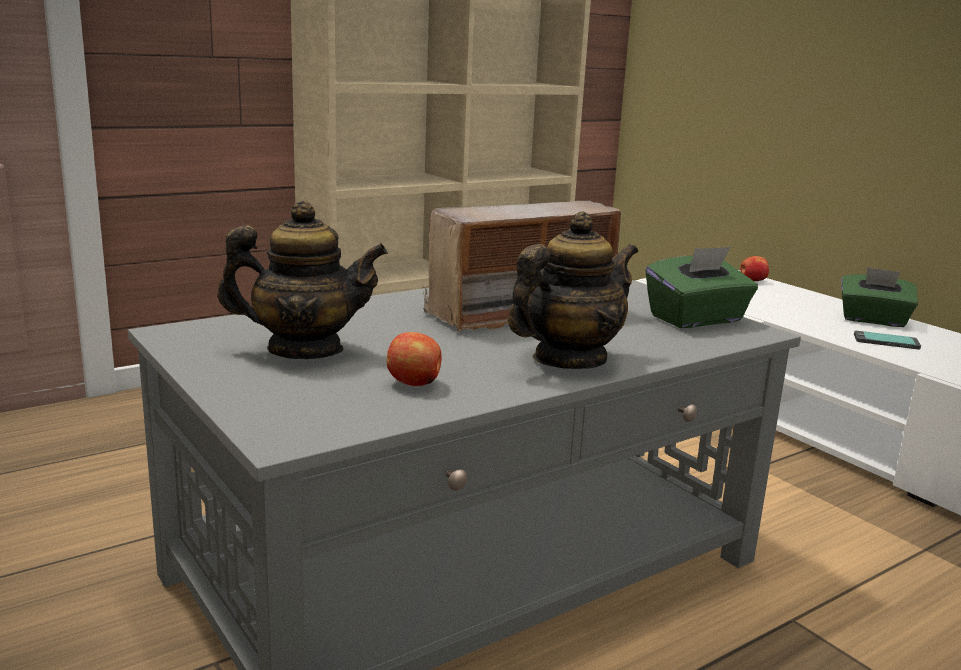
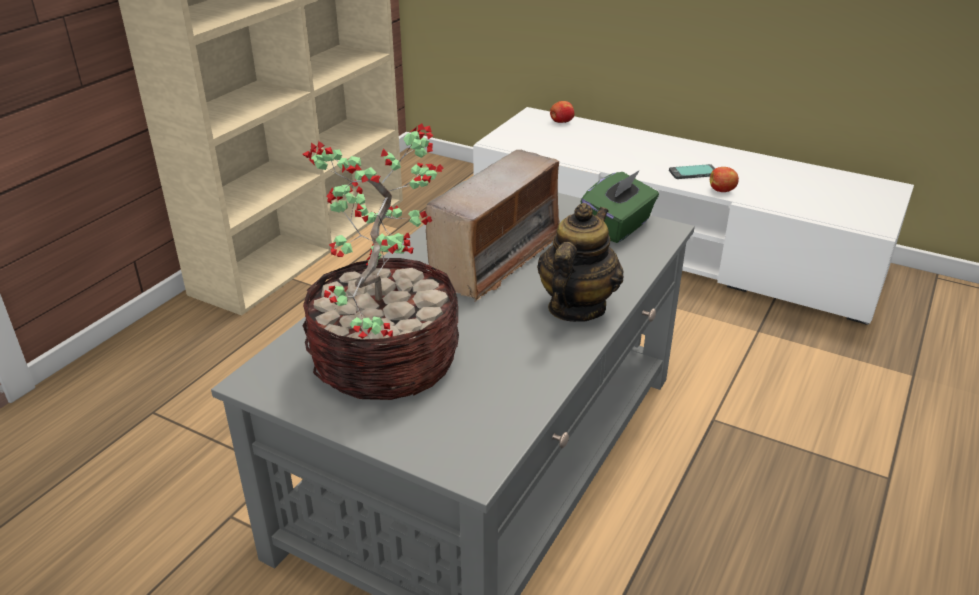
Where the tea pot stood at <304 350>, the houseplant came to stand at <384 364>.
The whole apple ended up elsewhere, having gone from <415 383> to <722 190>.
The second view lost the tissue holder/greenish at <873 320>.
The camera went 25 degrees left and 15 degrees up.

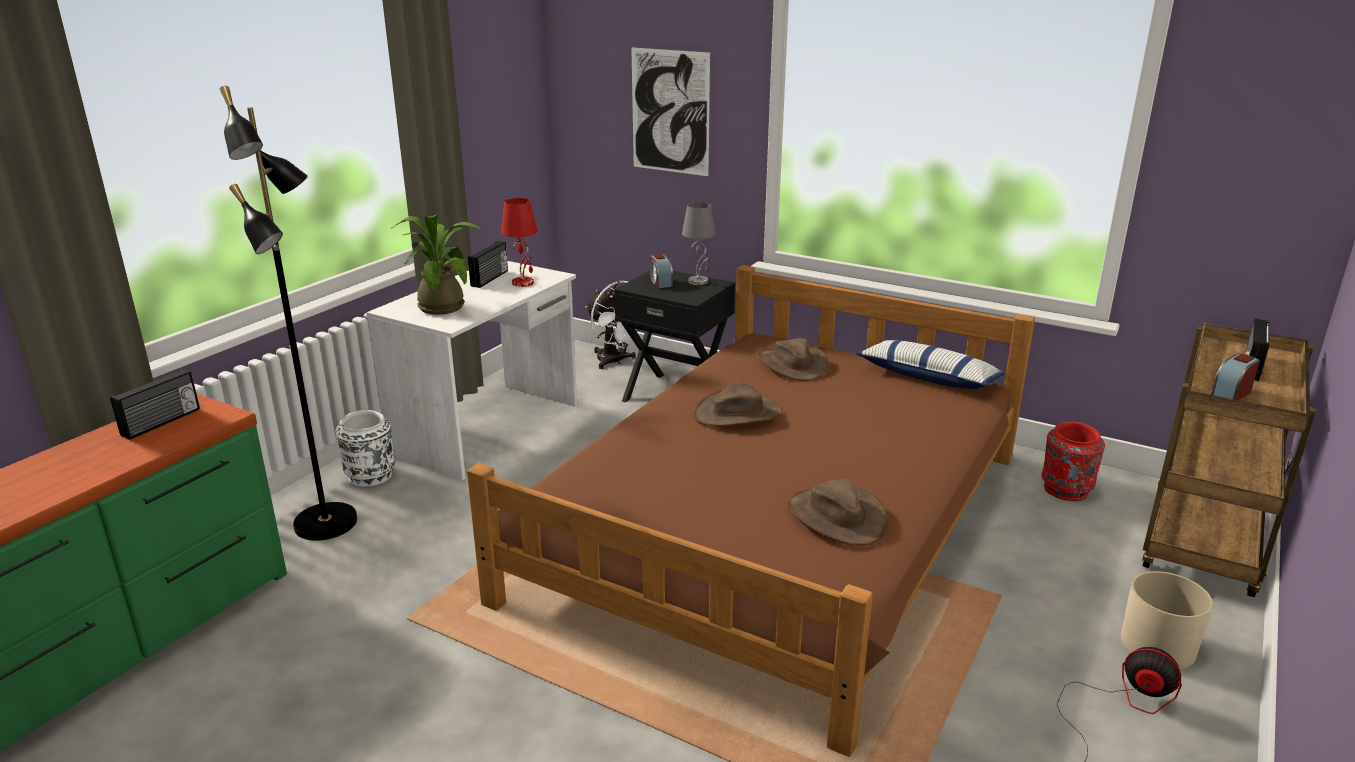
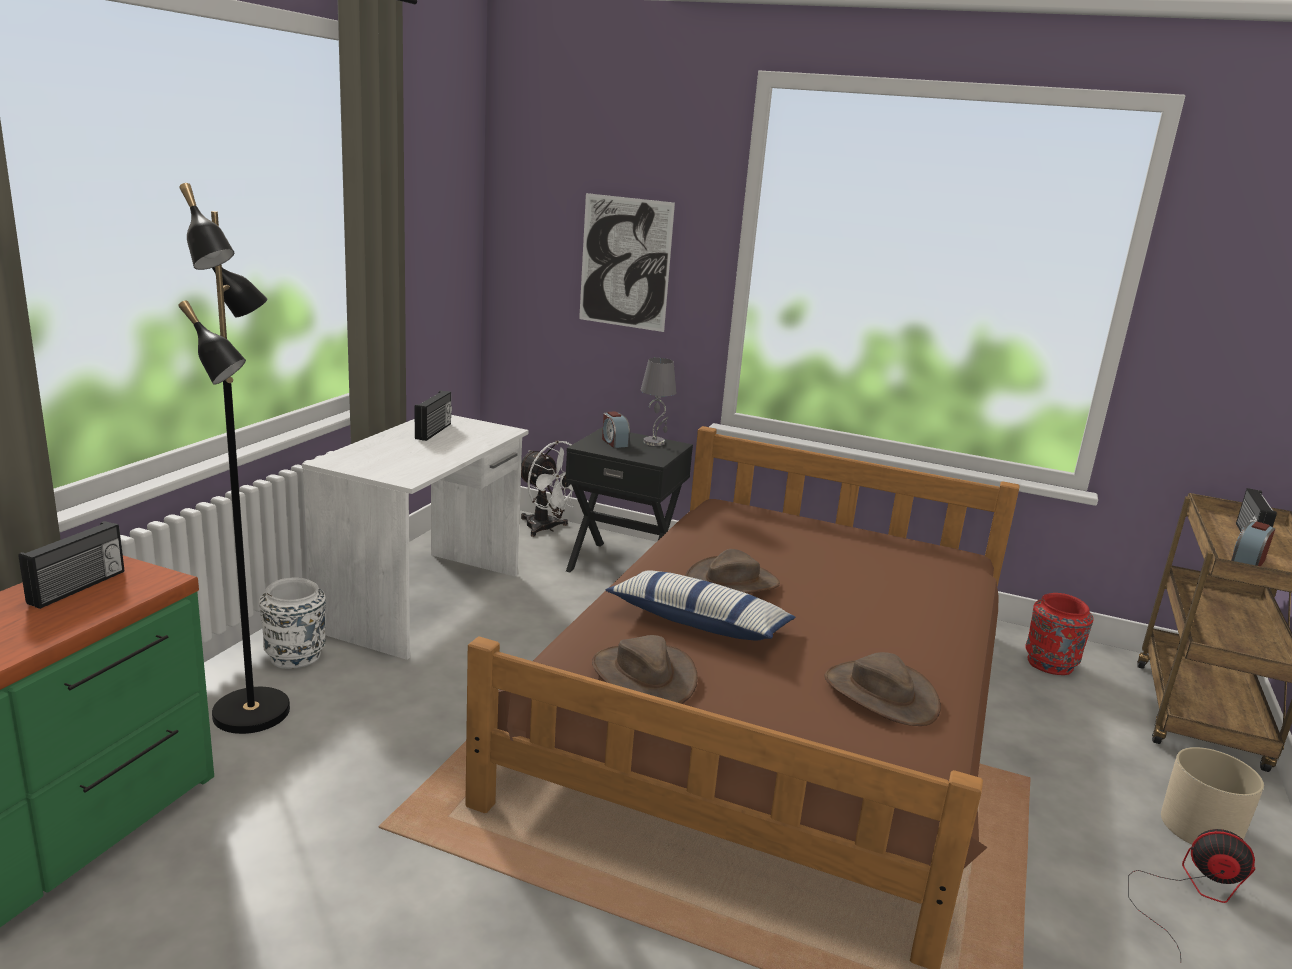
The clothing hat/brownish ended up elsewhere, having gone from <792 364> to <643 676>.
The throw pillow ended up elsewhere, having gone from <928 378> to <699 622>.
The second view lost the houseplant at <443 305>.
The second view lost the table lamp/red at <523 283>.
The camera went 10 degrees left and 5 degrees down.

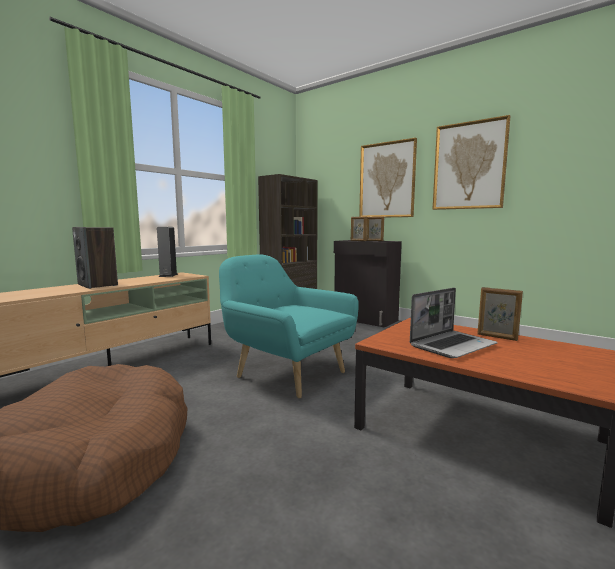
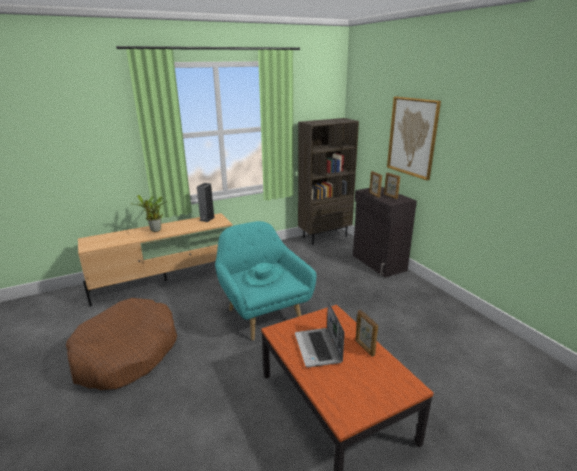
Where the audio speaker stood at <98 285>, the houseplant came to stand at <155 231>.
The second view gained the clothing hat/blue-green at <265 276>.
The notebook computer at <452 345> ended up facing another way, 90 degrees clockwise from before.
The second view lost the wall art at <469 166>.
The camera went 25 degrees right and 15 degrees up.

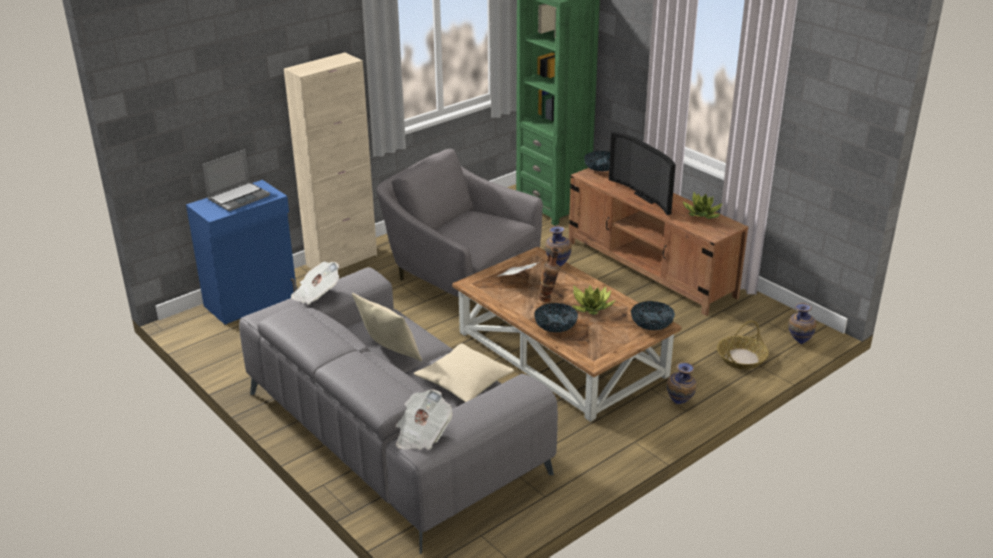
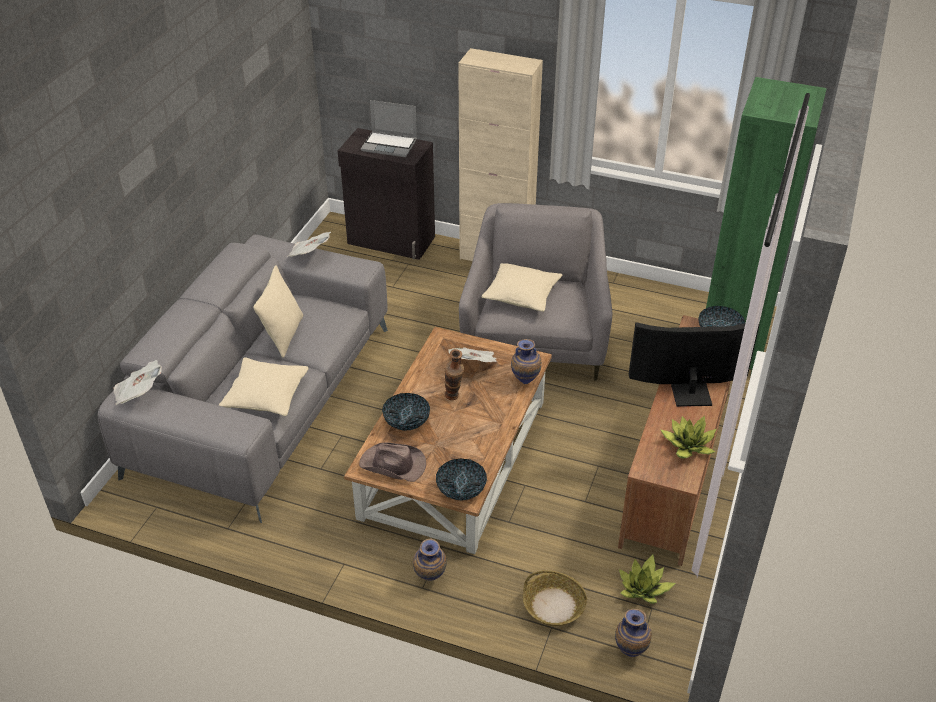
What was the cupboard/bluish at <252 301> turned into the cupboard/black-coloured at <391 241>.
The second view gained the clothing hat/brownish at <393 465>.
The second view gained the throw pillow/beige at <522 295>.
The houseplant ended up elsewhere, having gone from <591 307> to <643 588>.
The television at <648 196> ended up facing another way, 60 degrees clockwise from before.
The camera went 60 degrees right and 10 degrees up.

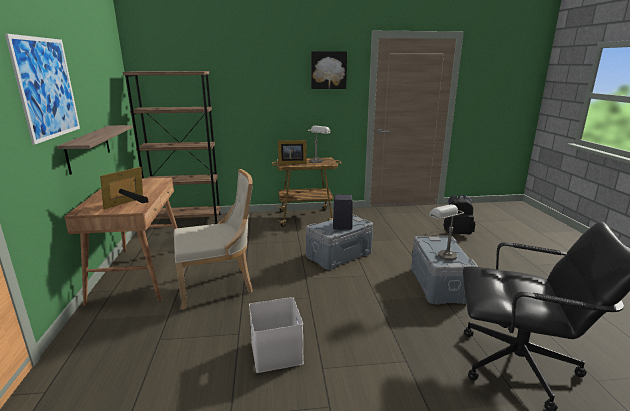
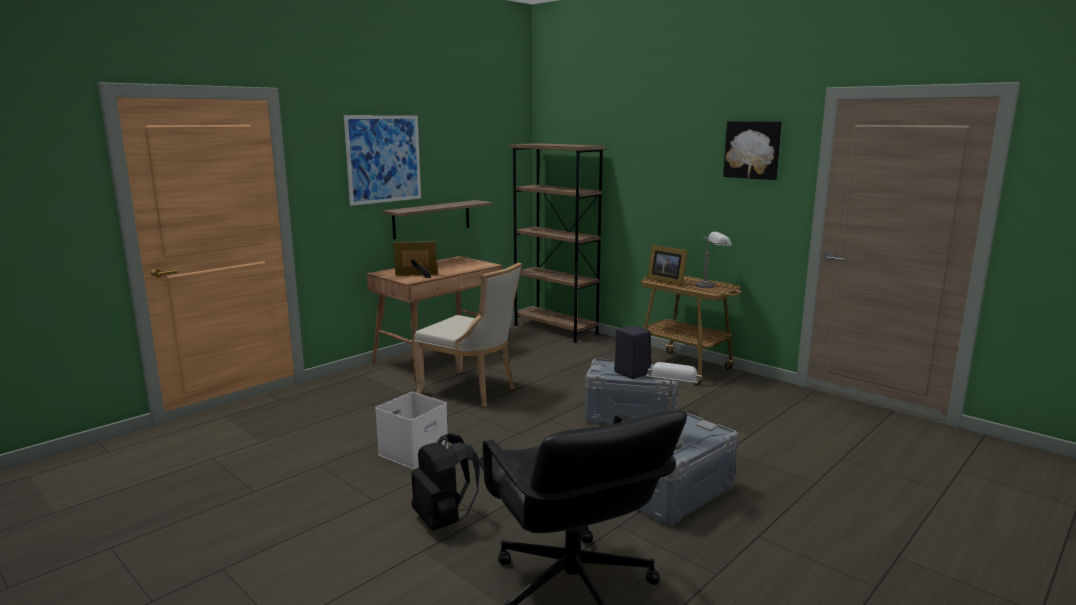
The rucksack/black-coloured ended up elsewhere, having gone from <457 233> to <444 520>.
The camera went 50 degrees right and 5 degrees down.

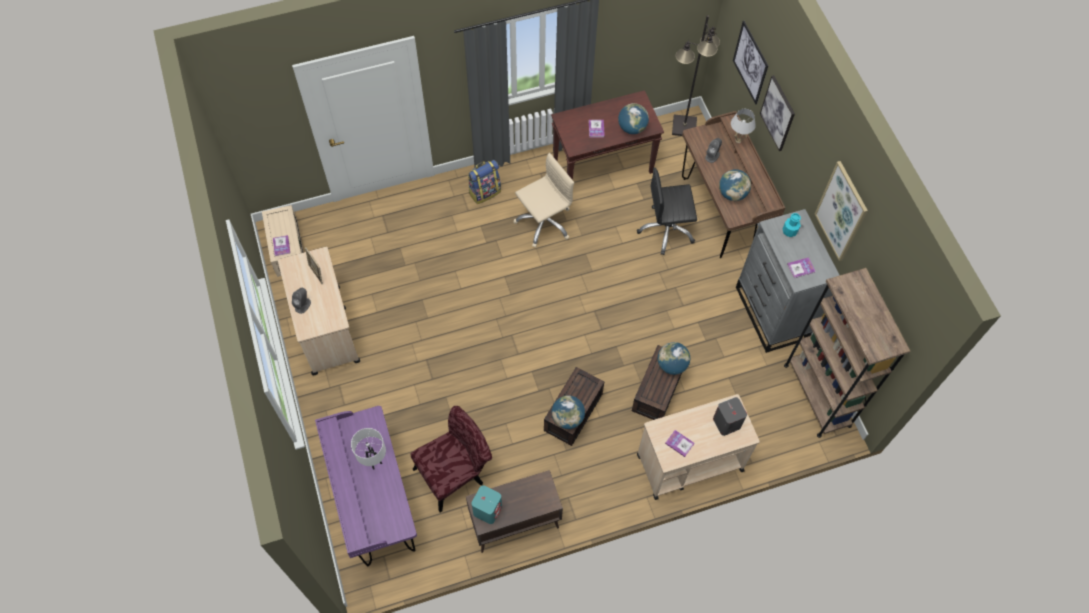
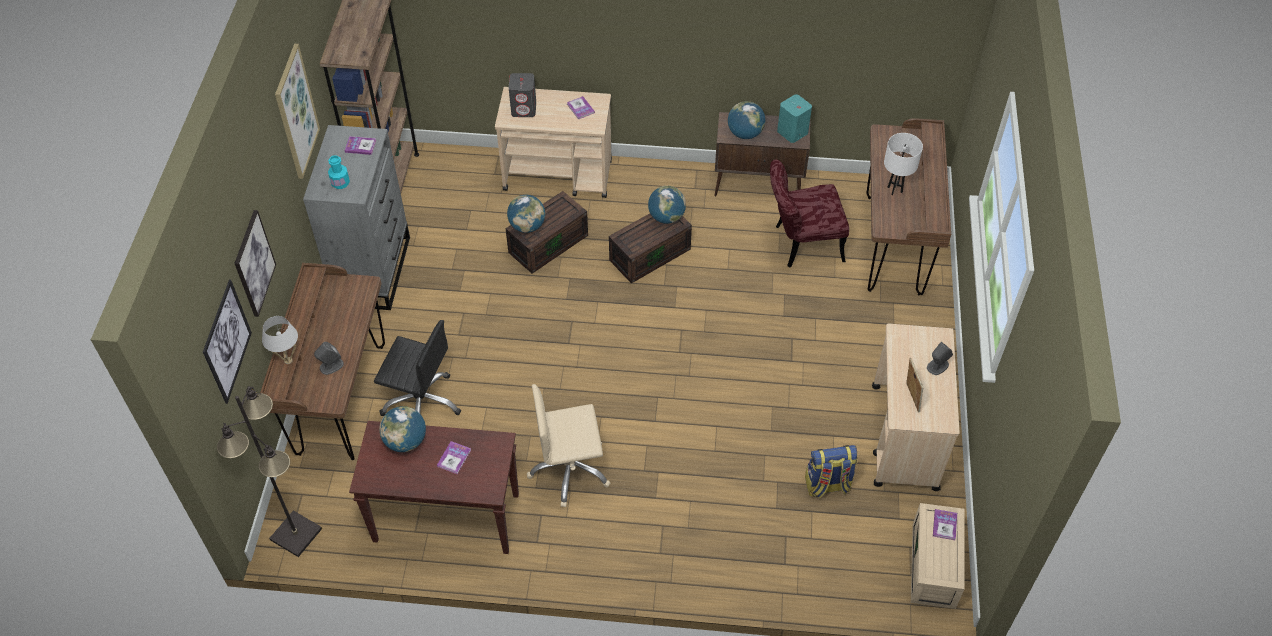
The globe ended up elsewhere, having gone from <732 193> to <745 133>.
The rucksack ended up elsewhere, having gone from <484 192> to <827 485>.
What was the desk/purple at <376 504> turned into the desk/brownish at <894 245>.
The camera went 155 degrees left and 10 degrees down.

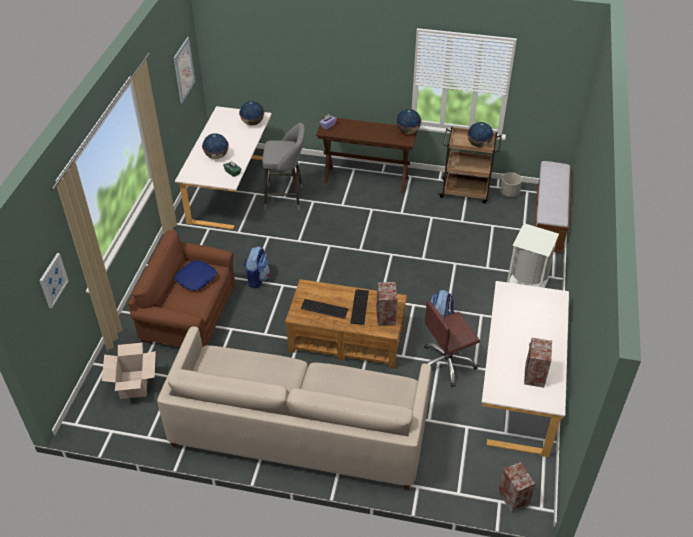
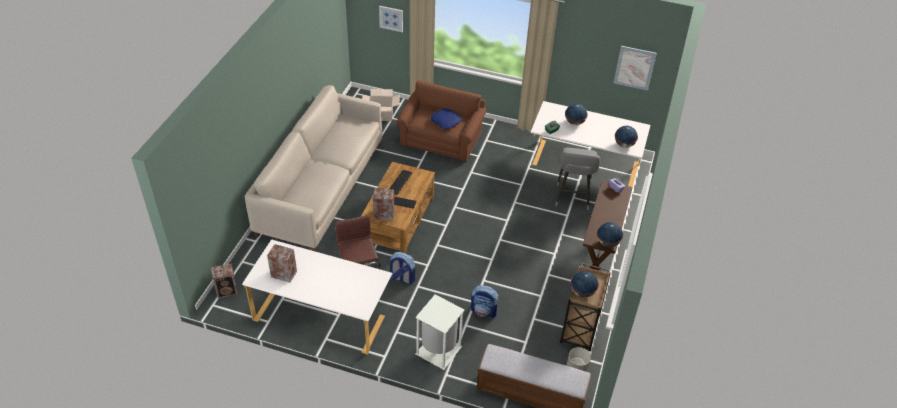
The rucksack ended up elsewhere, having gone from <257 278> to <484 311>.
The camera went 95 degrees right and 0 degrees up.

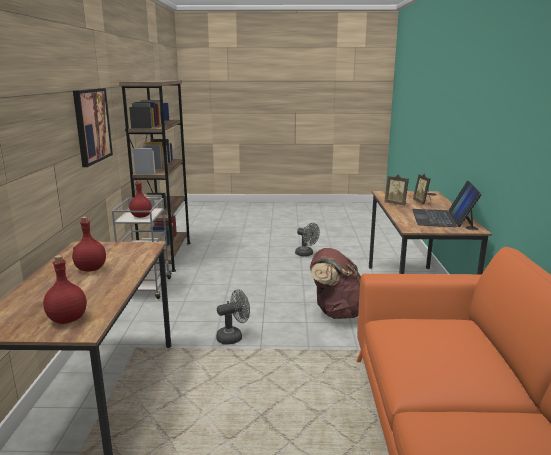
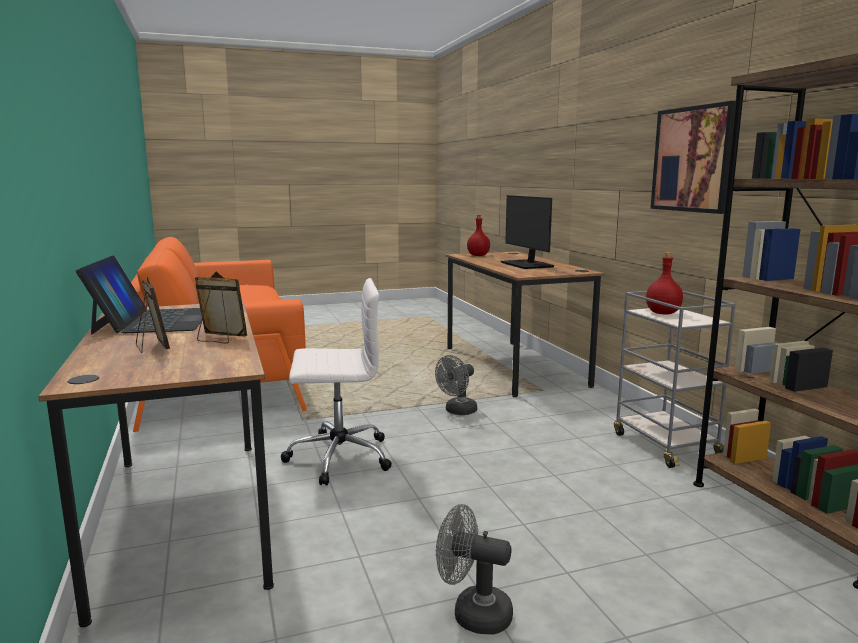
Where the rucksack/brownish stood at <337 312>, the computer chair/white came to stand at <337 457>.
Where the bottle/red stood at <90 269>, the monitor came to stand at <527 265>.
The camera went 160 degrees right and 5 degrees down.

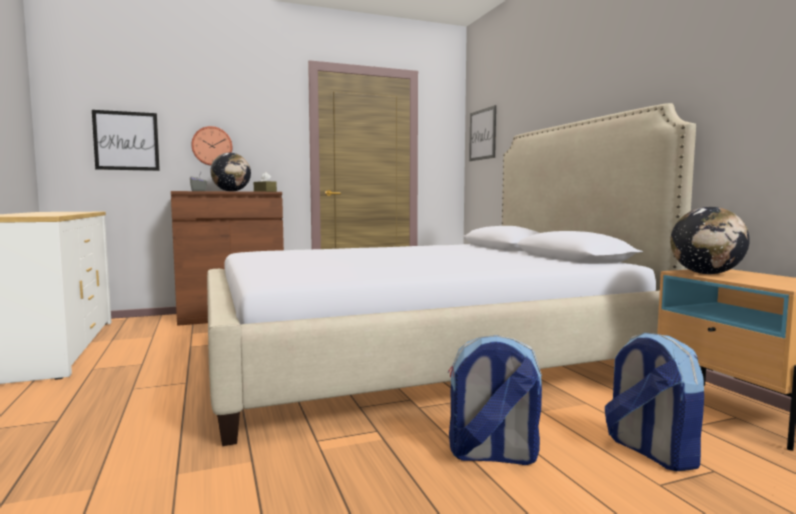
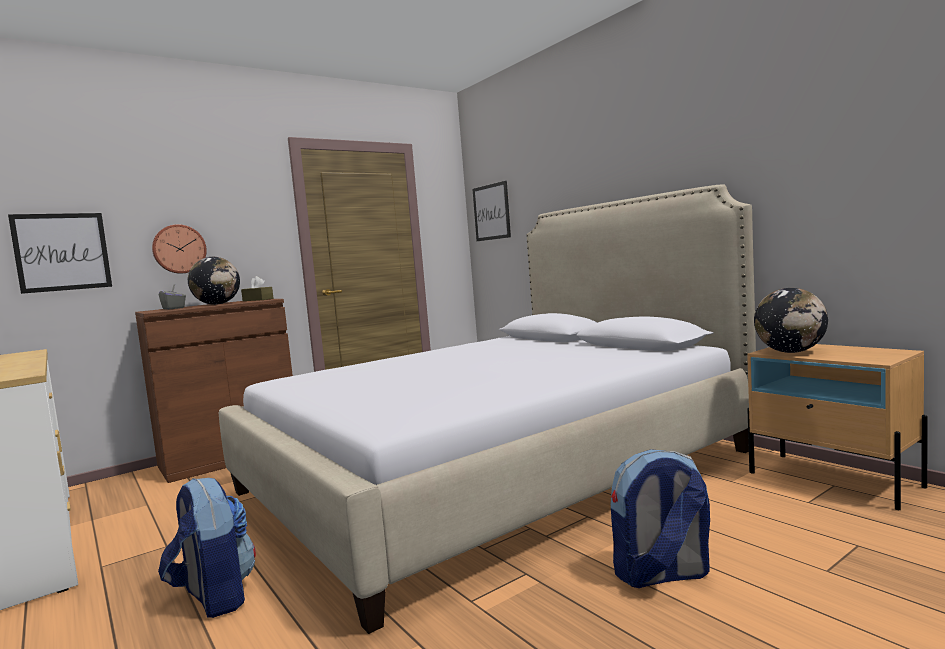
The rucksack ended up elsewhere, having gone from <650 451> to <214 597>.
The camera went 15 degrees left and 0 degrees up.

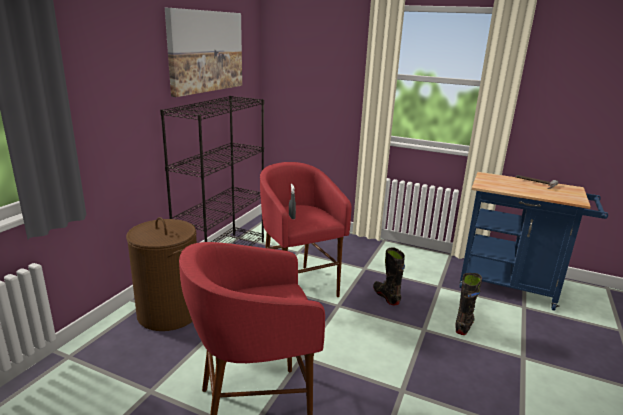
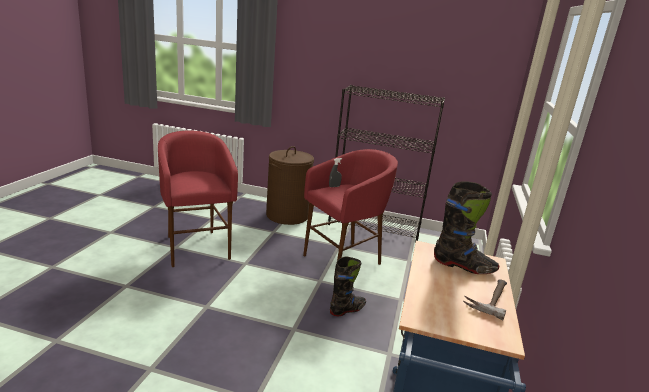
The boot/black-coloured ended up elsewhere, having gone from <464 325> to <464 266>.
The second view lost the wall art at <206 51>.
The camera went 80 degrees right and 0 degrees up.

